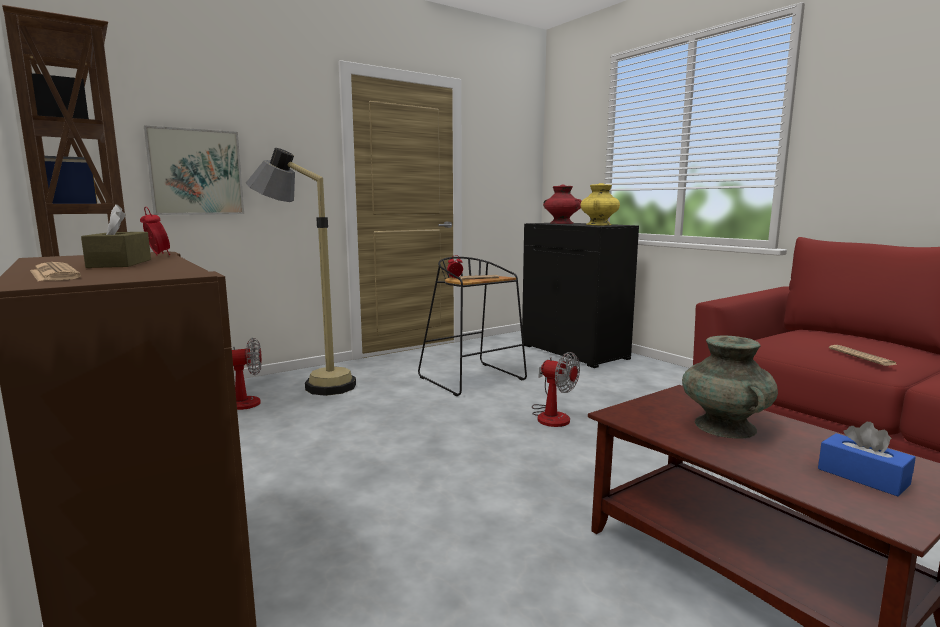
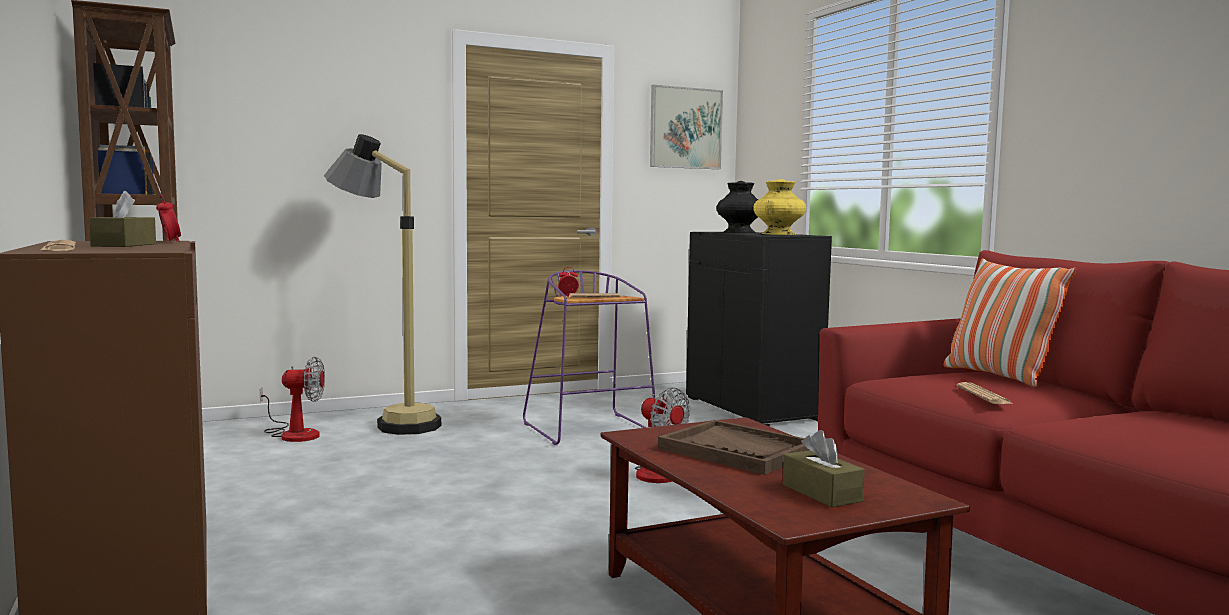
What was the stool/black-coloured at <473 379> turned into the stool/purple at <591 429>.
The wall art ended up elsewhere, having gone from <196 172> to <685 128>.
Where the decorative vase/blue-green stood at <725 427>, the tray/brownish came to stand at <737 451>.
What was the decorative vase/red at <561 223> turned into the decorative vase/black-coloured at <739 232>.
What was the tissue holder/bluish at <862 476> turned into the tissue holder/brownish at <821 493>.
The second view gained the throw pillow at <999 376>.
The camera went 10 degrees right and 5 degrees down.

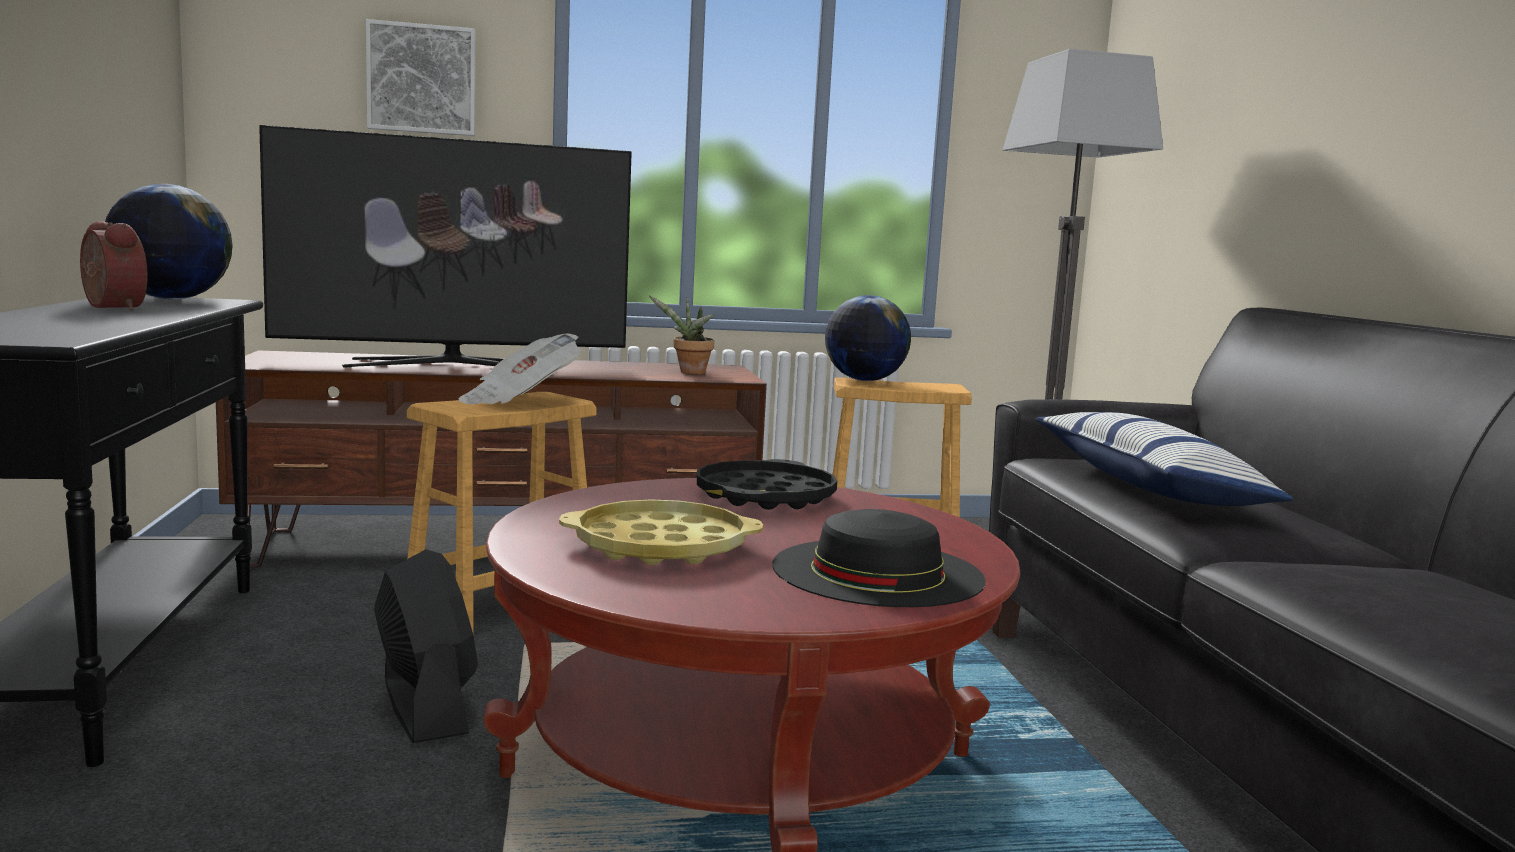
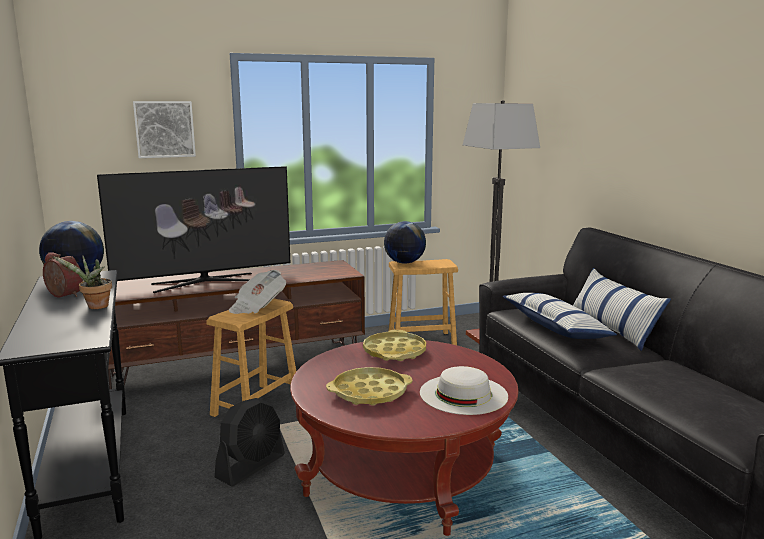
The houseplant ended up elsewhere, having gone from <689 372> to <95 307>.
The cooling fan/black-coloured at <425 706> ended up facing another way, 75 degrees clockwise from before.
What was the tray/black-coloured at <765 496> turned into the tray/yellowish at <394 352>.
What was the clothing hat/black-coloured at <877 572> turned into the clothing hat/white at <463 394>.
The second view gained the throw pillow at <612 329>.
The camera went 10 degrees left and 5 degrees up.

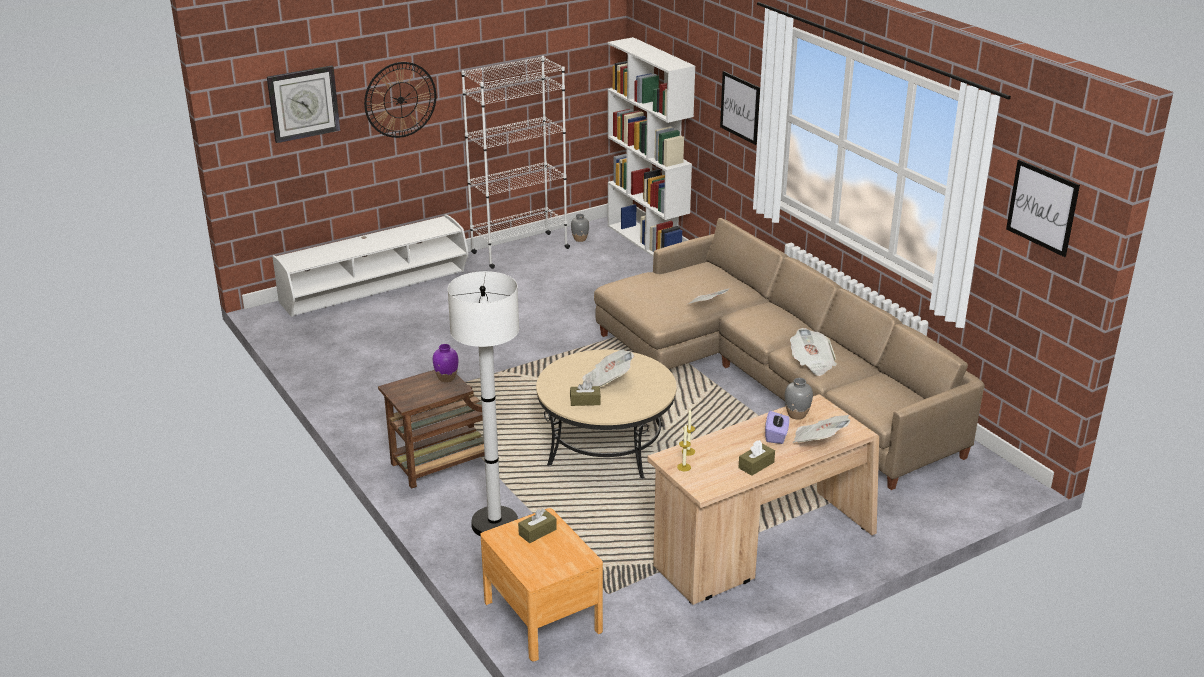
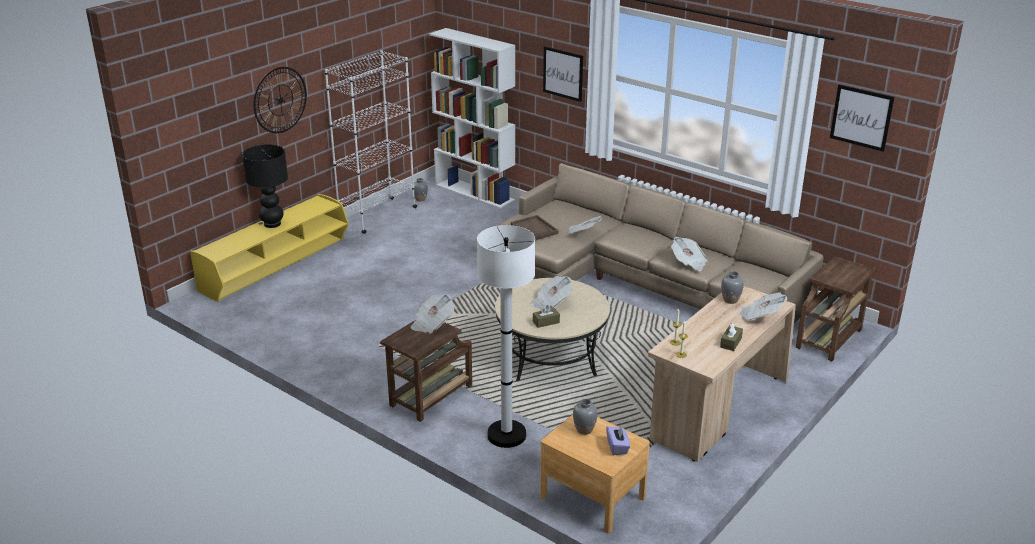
What was the tv stand/white at <376 289> turned into the tv stand/yellowish at <276 266>.
The second view gained the table lamp/black-coloured at <272 224>.
Where the decorative vase/purple stood at <446 378>, the newspaper came to stand at <432 324>.
The second view gained the tray/brownish at <534 229>.
Where the tissue holder/brownish stood at <537 532>, the decorative vase/grey came to stand at <584 430>.
The tissue holder/purple ended up elsewhere, having gone from <776 436> to <617 447>.
The second view gained the end table/brownish at <829 338>.
The second view lost the hanging clock at <303 103>.
The camera went 20 degrees left and 0 degrees up.

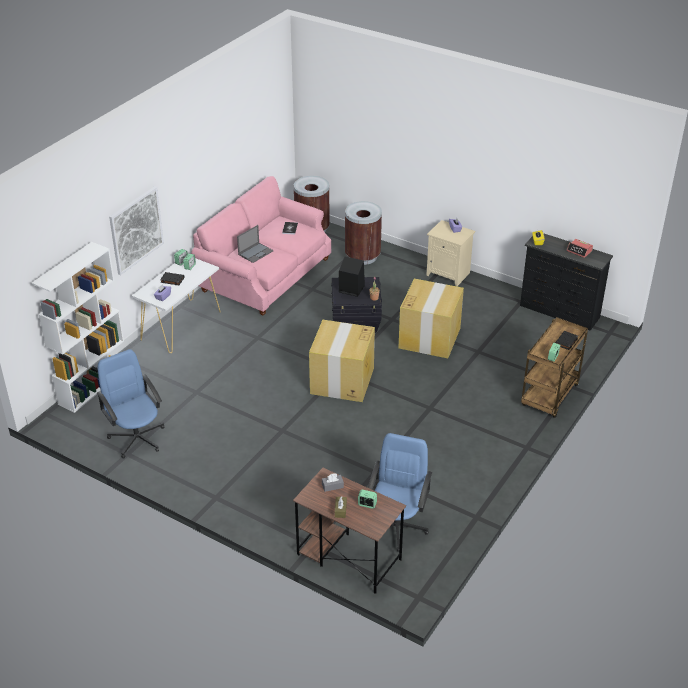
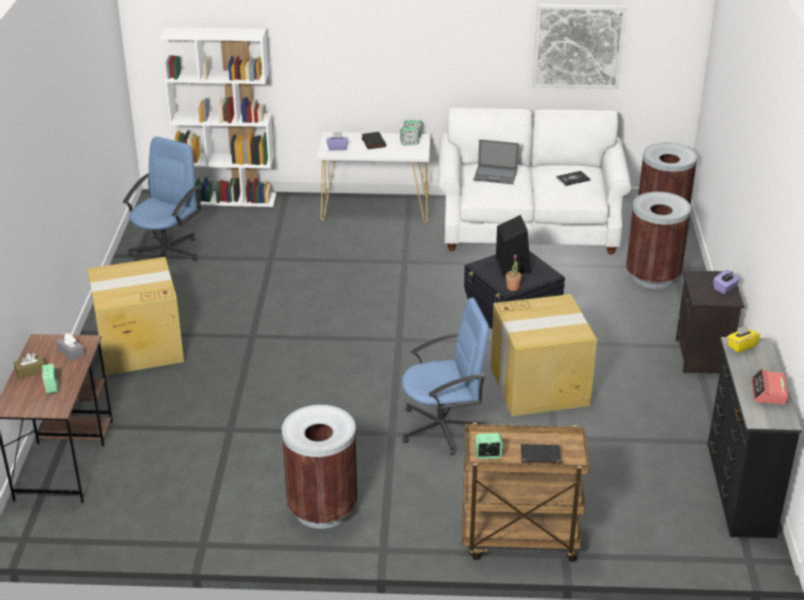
The carton ended up elsewhere, having gone from <342 381> to <138 346>.
The second view gained the waste bin/brownish at <322 509>.
The computer chair/bluish ended up elsewhere, having gone from <397 526> to <442 428>.
What was the sofa/pink-coloured at <265 274> turned into the sofa/white at <529 225>.
The wall art ended up elsewhere, having gone from <136 230> to <578 46>.
What was the night table/beige at <449 274> turned into the night table/black-coloured at <703 356>.
The camera went 60 degrees right and 5 degrees down.

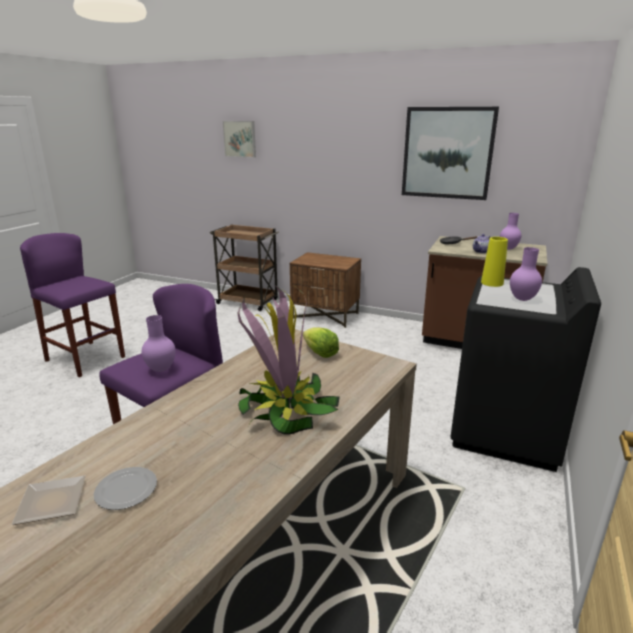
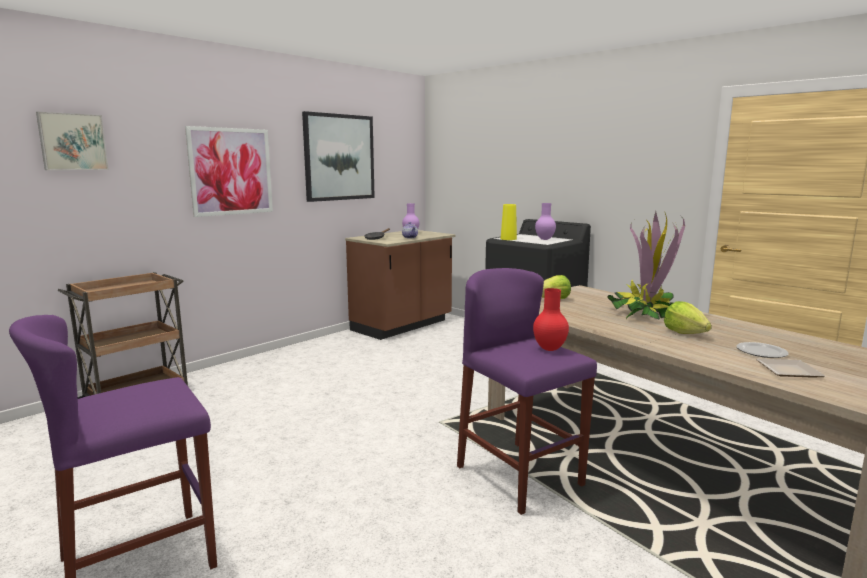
The second view gained the wall art at <231 171>.
What was the decorative vase/purple at <161 369> turned into the decorative vase/red at <549 349>.
The second view gained the lettuce at <685 333>.
The second view lost the night table/brownish at <326 316>.
The camera went 70 degrees left and 10 degrees down.

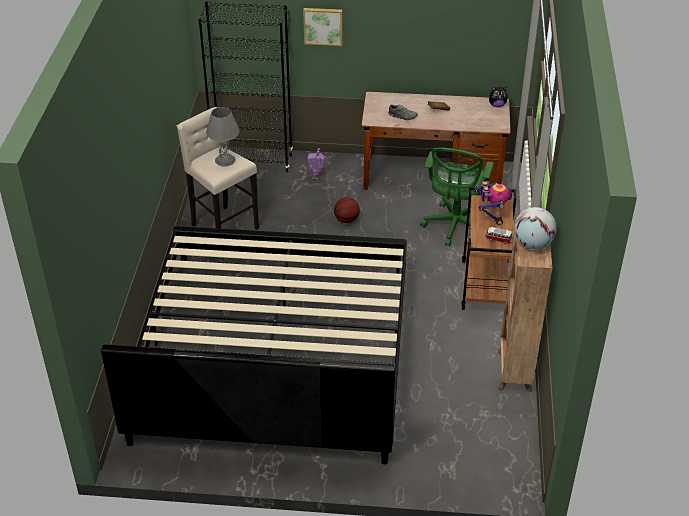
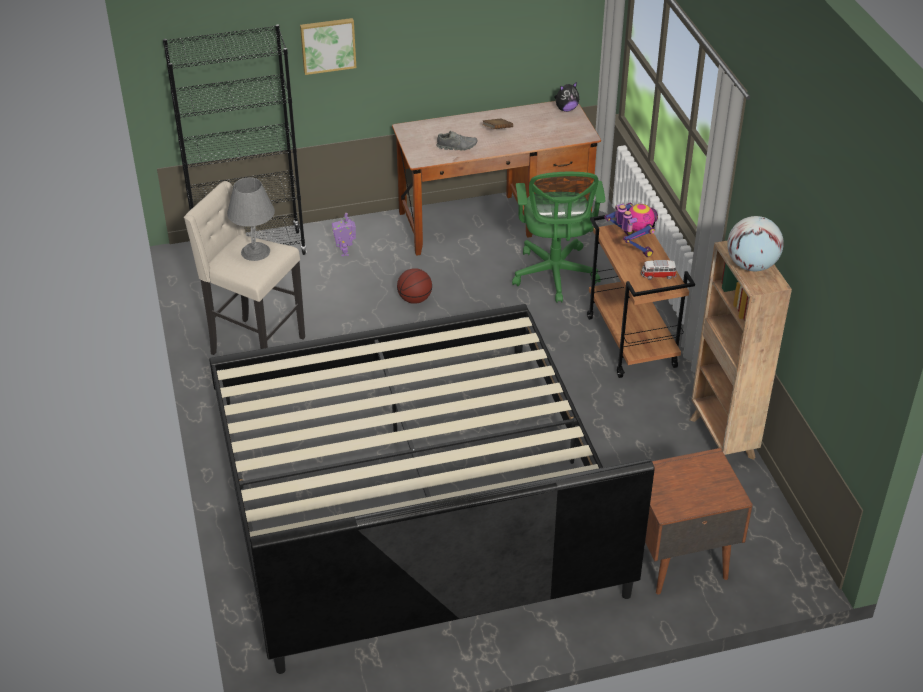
The second view gained the night table/brownish at <678 559>.
The camera went 20 degrees left and 0 degrees up.

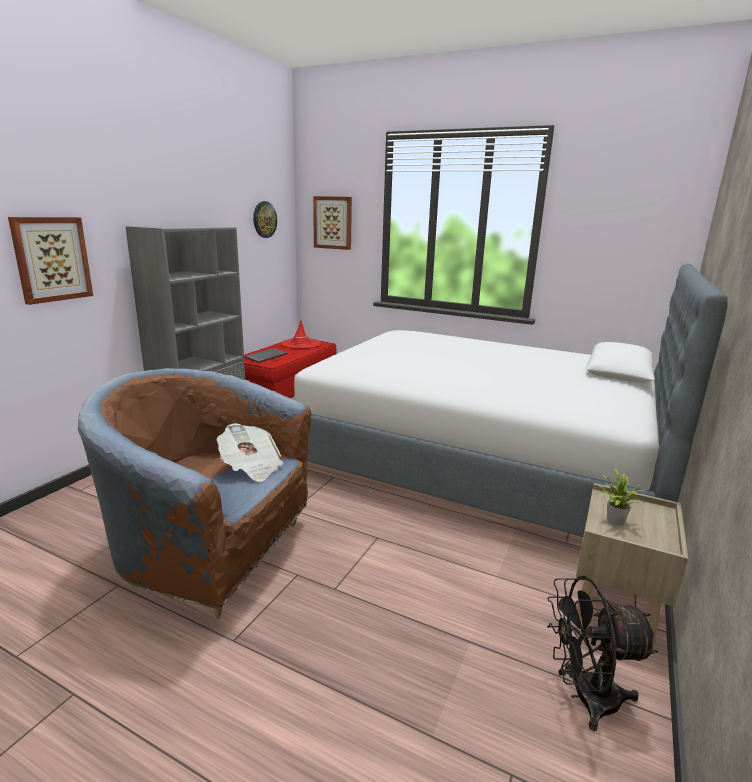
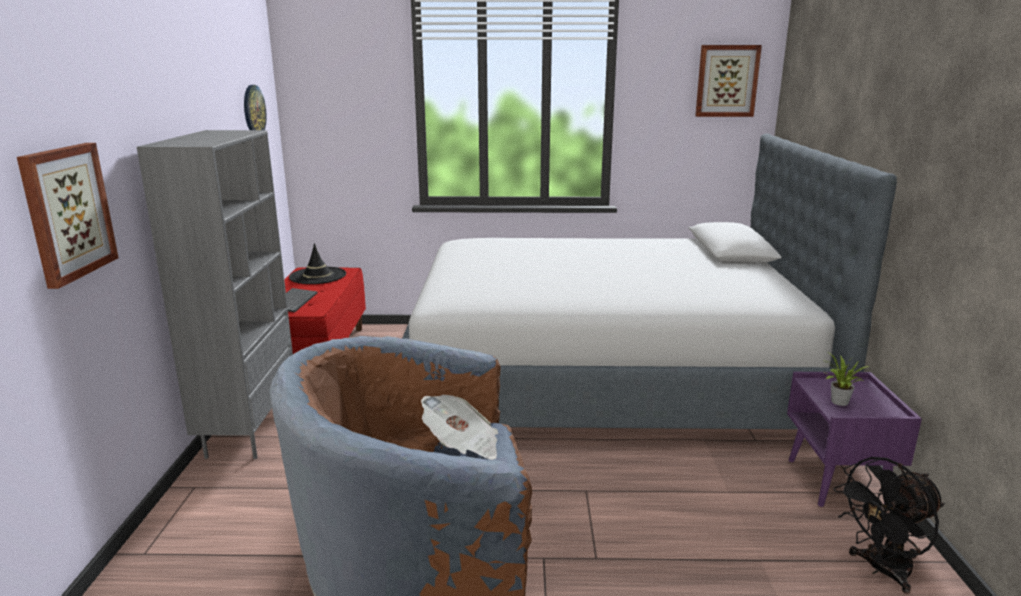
What was the clothing hat/red at <301 344> turned into the clothing hat/black-coloured at <317 276>.
The wall art ended up elsewhere, having gone from <333 223> to <727 81>.
What was the night table/beige at <616 604> turned into the night table/purple at <838 483>.
The camera went 25 degrees left and 0 degrees up.

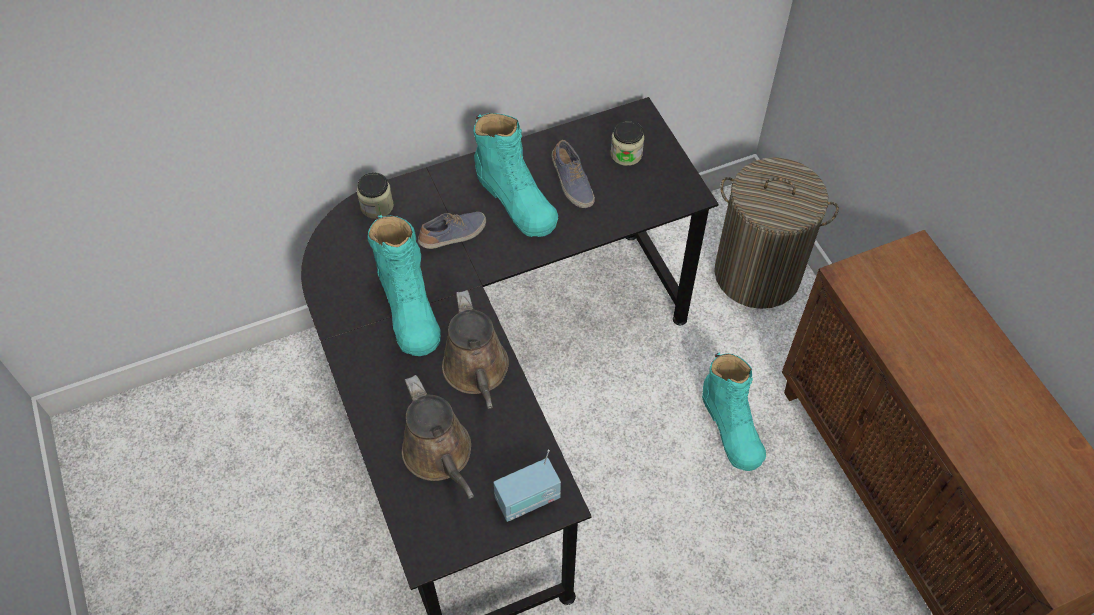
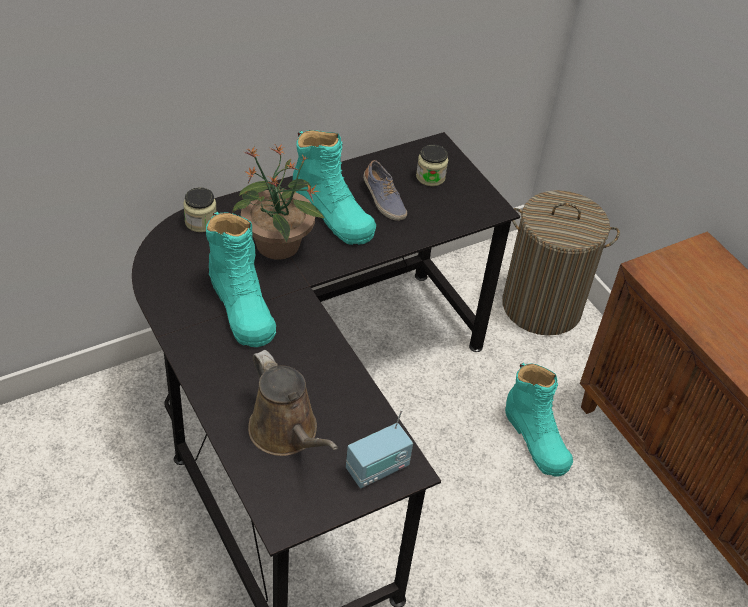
Where the low shoe stood at <453 236>, the houseplant came to stand at <277 245>.
The second view lost the watering pot/brownish at <477 372>.
The camera went 10 degrees left and 10 degrees down.

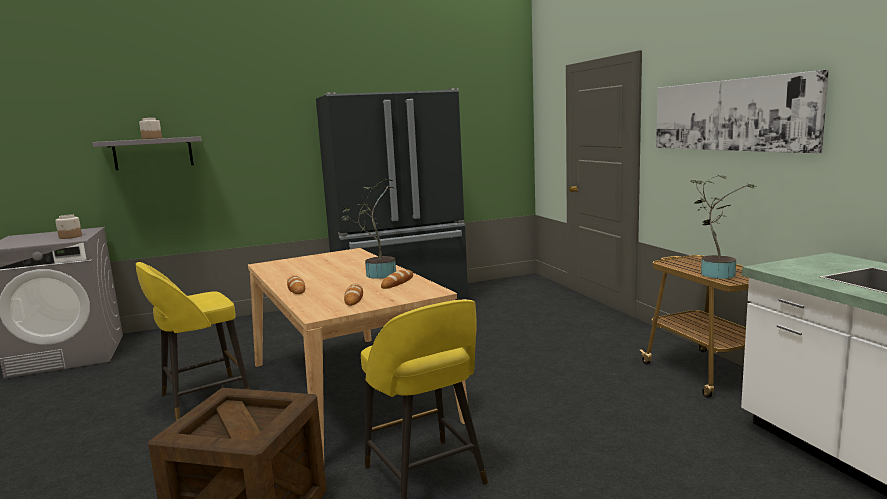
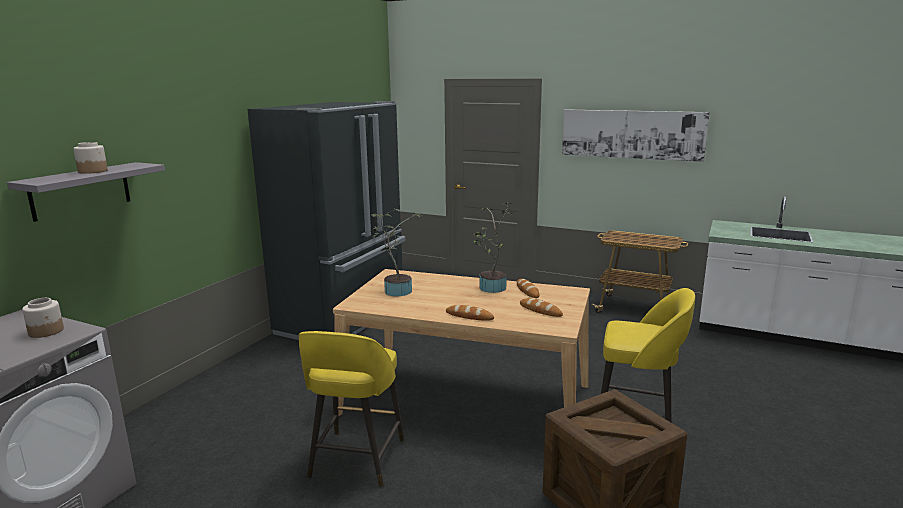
The houseplant ended up elsewhere, having gone from <715 273> to <395 290>.
The camera went 45 degrees left and 5 degrees up.

